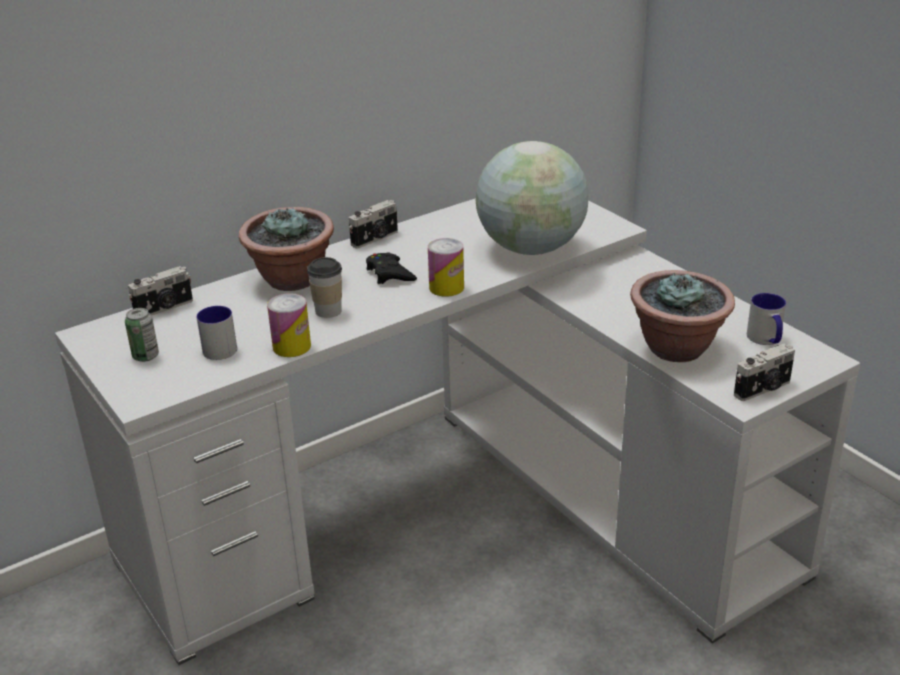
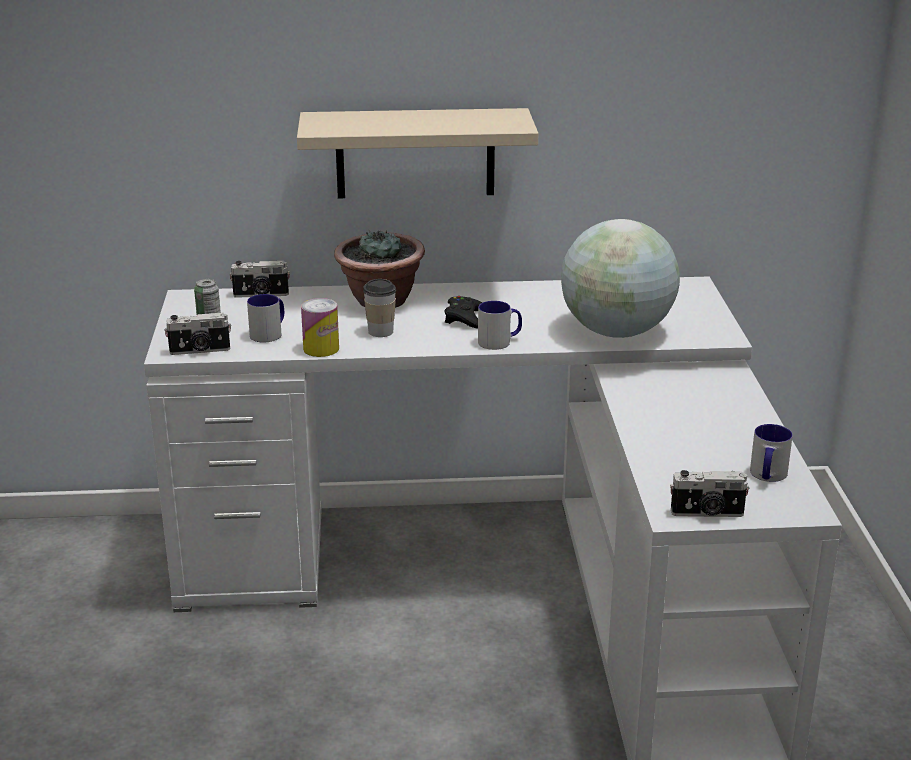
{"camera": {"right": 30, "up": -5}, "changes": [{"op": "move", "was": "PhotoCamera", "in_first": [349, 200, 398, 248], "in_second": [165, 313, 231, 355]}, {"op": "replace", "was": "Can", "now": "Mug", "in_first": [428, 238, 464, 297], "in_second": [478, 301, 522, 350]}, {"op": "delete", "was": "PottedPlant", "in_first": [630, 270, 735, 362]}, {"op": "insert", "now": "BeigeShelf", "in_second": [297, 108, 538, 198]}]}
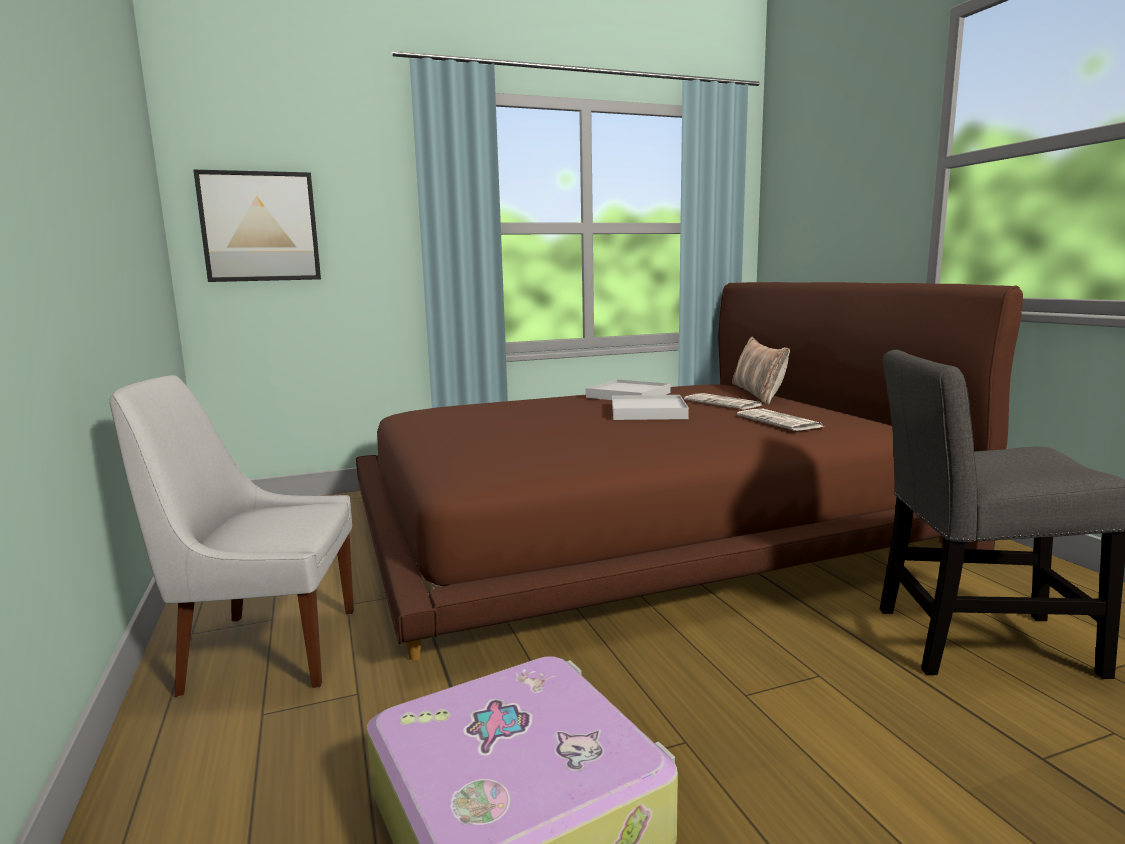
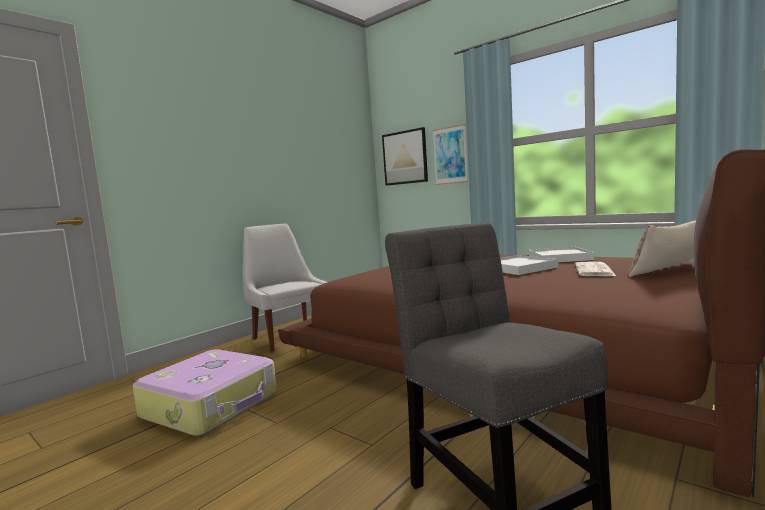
{"camera": {"right": 60, "up": -5}, "changes": [{"op": "delete", "was": "Newspaper", "in_first": [737, 409, 825, 431]}, {"op": "insert", "now": "Picture", "in_second": [433, 124, 468, 185]}]}
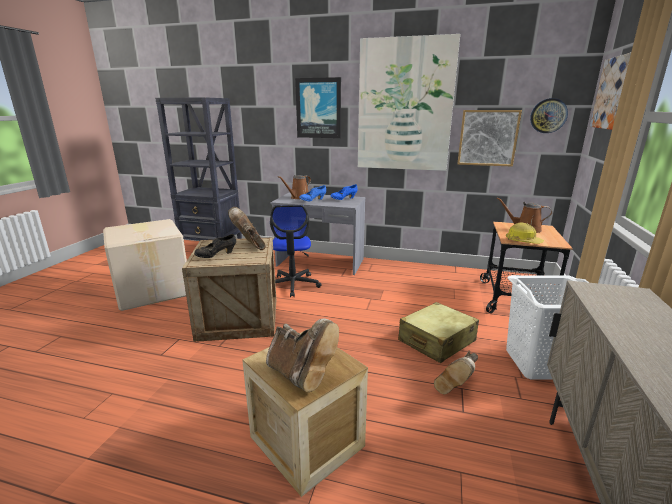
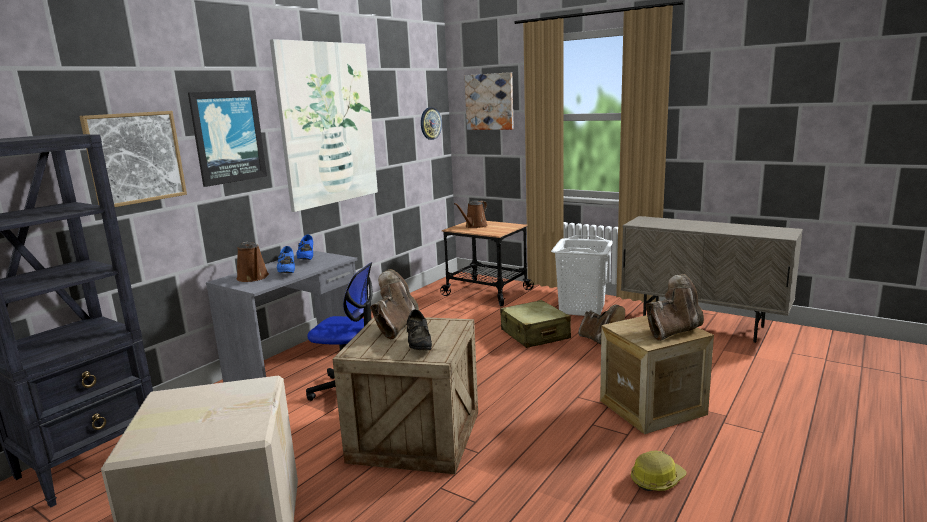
{"camera": {"right": -70, "up": -5}, "changes": [{"op": "rotate", "was": "BrownBoot", "in_first": [228, 207, 266, 250], "in_second": [370, 269, 419, 339], "clockwise": 120}, {"op": "move", "was": "Picture", "in_first": [457, 110, 522, 167], "in_second": [79, 111, 187, 207]}, {"op": "move", "was": "HardHat", "in_first": [506, 222, 544, 244], "in_second": [631, 451, 686, 491]}]}
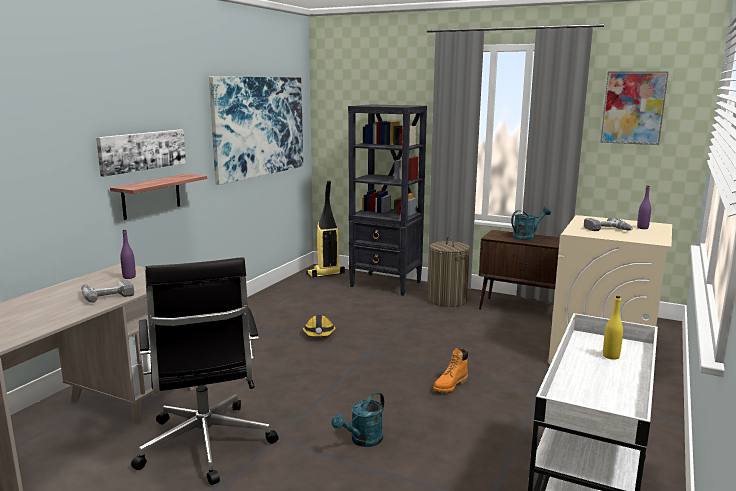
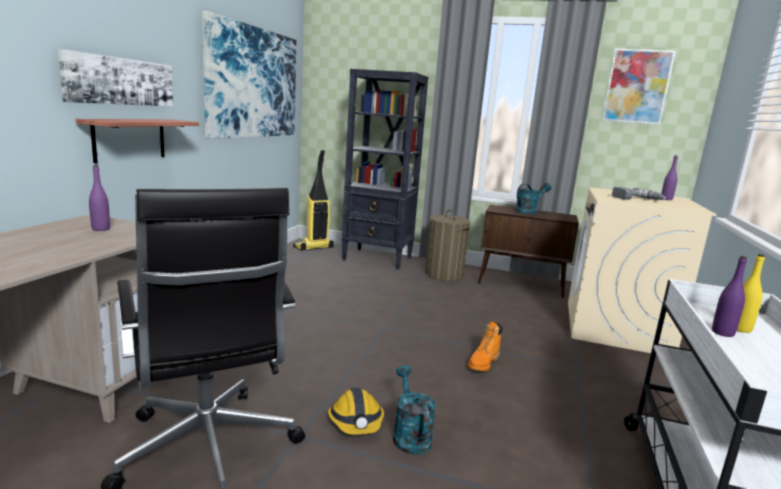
{"camera": {"right": -10, "up": 0}, "changes": [{"op": "delete", "was": "PowerDrill", "in_first": [81, 280, 134, 303]}, {"op": "move", "was": "HardHat", "in_first": [303, 315, 335, 336], "in_second": [328, 388, 384, 435]}, {"op": "rotate", "was": "TurquoiseWateringCan", "in_first": [332, 392, 384, 447], "in_second": [393, 365, 436, 455], "clockwise": 135}, {"op": "insert", "now": "PurpleBottle", "in_second": [712, 256, 747, 337]}]}
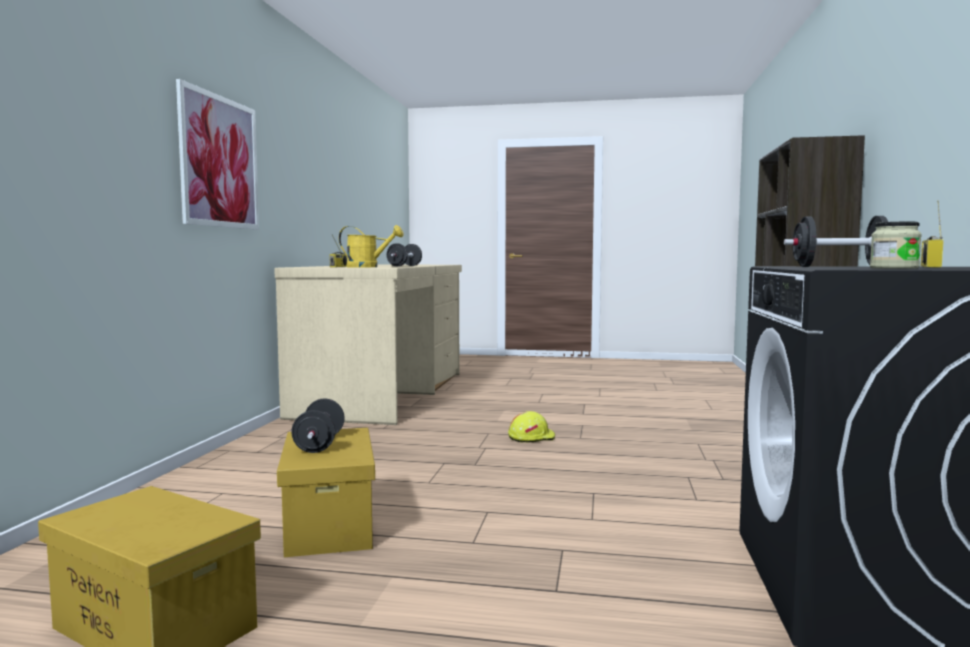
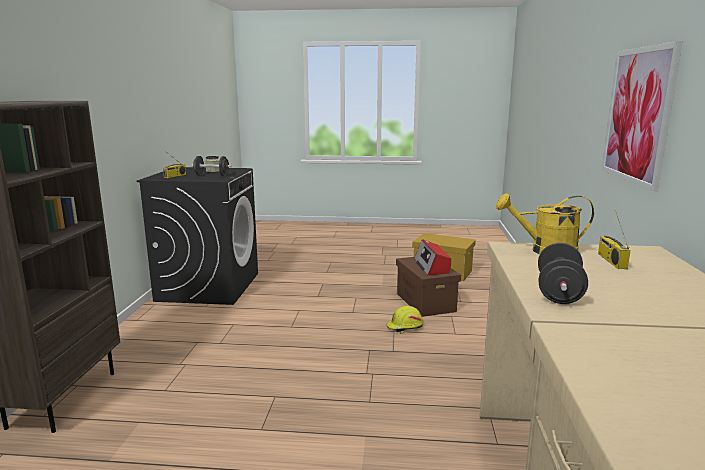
{"camera": {"right": 175, "up": 10}, "changes": [{"op": "recolor", "was": "YellowStorageBox", "now": "BrownStorageBox", "in_first": [277, 428, 375, 557], "in_second": [396, 257, 461, 317]}, {"op": "replace", "was": "BlackDumbbell", "now": "Radio", "in_first": [291, 398, 345, 453], "in_second": [414, 239, 451, 275]}, {"op": "move", "was": "YellowHardHat", "in_first": [508, 411, 555, 443], "in_second": [386, 306, 423, 334]}]}
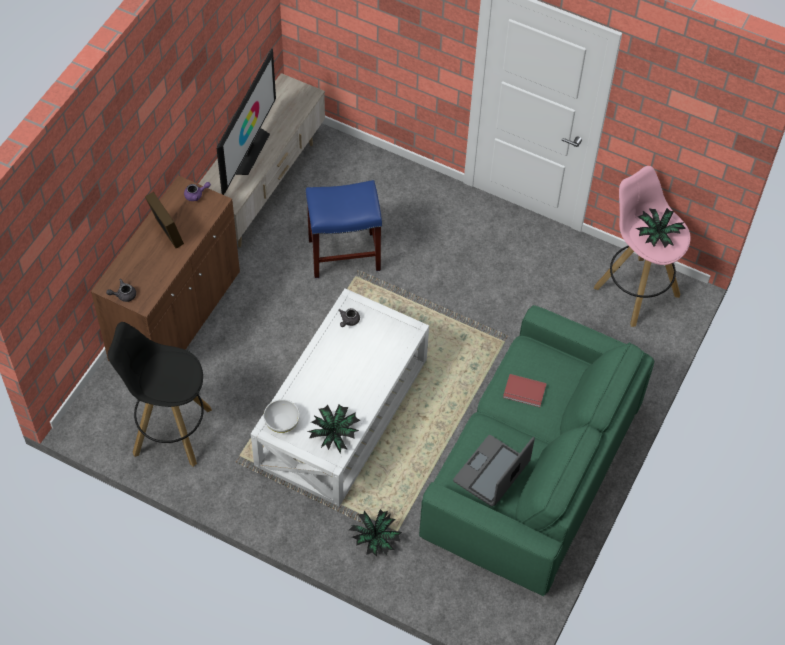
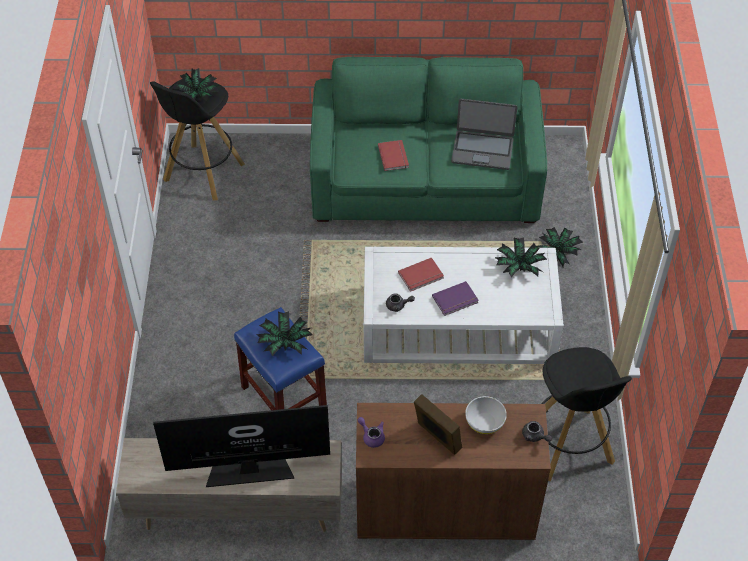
{"camera": {"right": -115, "up": -5}, "changes": [{"op": "rotate", "was": "PictureFrame", "in_first": [145, 192, 184, 249], "in_second": [414, 395, 462, 455], "clockwise": 105}, {"op": "move", "was": "WhiteBowl", "in_first": [264, 399, 300, 433], "in_second": [465, 396, 507, 434]}, {"op": "recolor", "was": "PinkStool", "now": "BlackStool", "in_first": [594, 166, 690, 327], "in_second": [150, 78, 245, 201]}, {"op": "insert", "now": "PottedPlant", "in_second": [256, 311, 313, 356]}, {"op": "insert", "now": "RedBook", "in_second": [398, 257, 444, 292]}, {"op": "insert", "now": "PurpleBook", "in_second": [432, 281, 479, 316]}]}
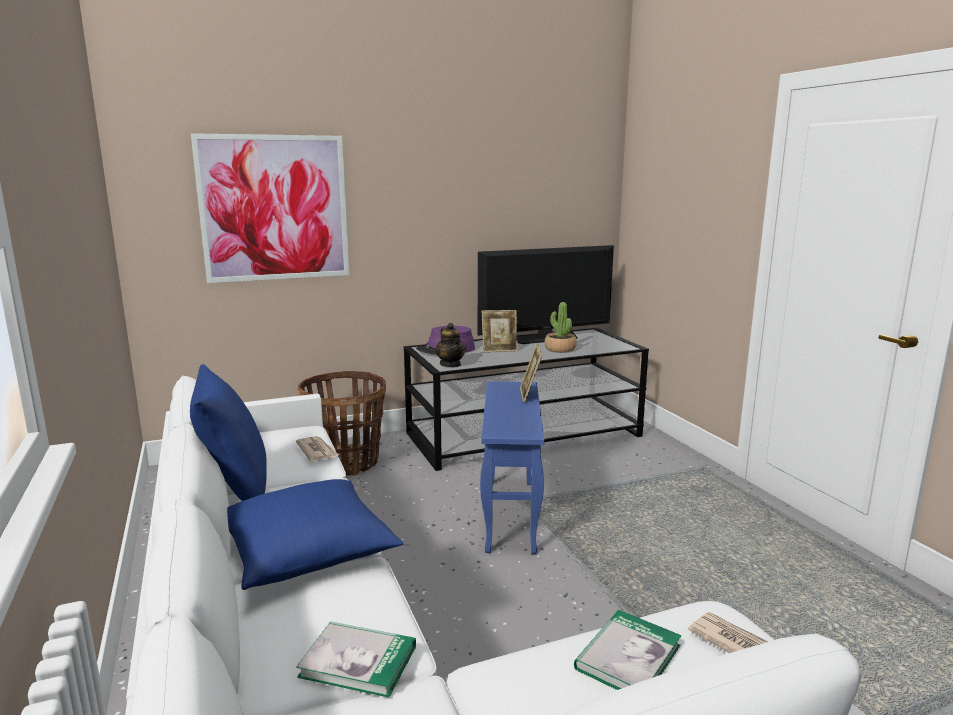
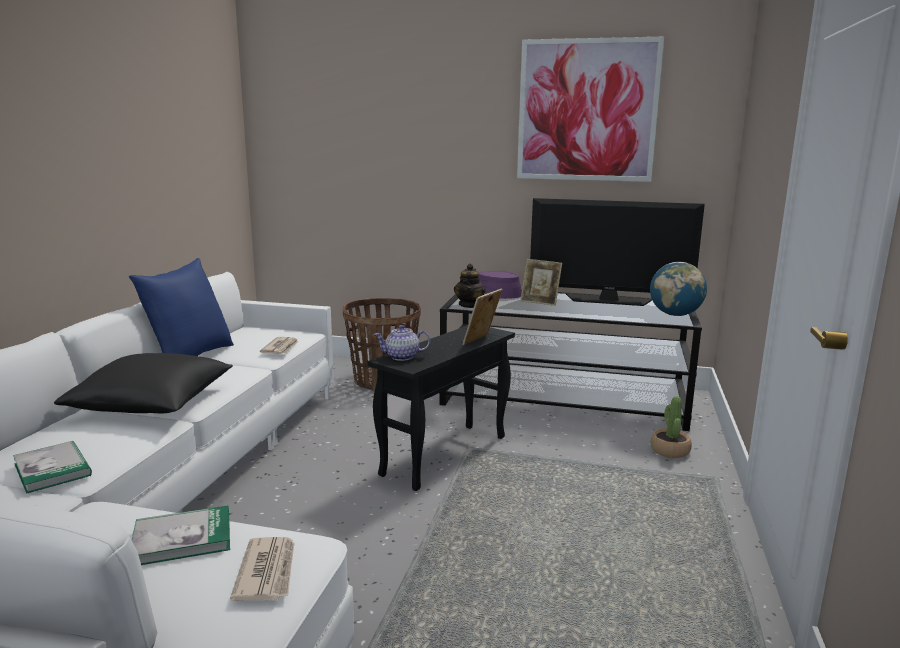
{"camera": {"right": 35, "up": 0}, "changes": [{"op": "move", "was": "Picture", "in_first": [191, 133, 349, 283], "in_second": [517, 37, 664, 182]}, {"op": "recolor", "was": "BluePillow", "now": "BlackPillow", "in_first": [227, 479, 404, 590], "in_second": [54, 353, 233, 413]}, {"op": "recolor", "was": "BlueSideTable", "now": "BlackSideTable", "in_first": [480, 381, 544, 554], "in_second": [367, 325, 515, 491]}, {"op": "move", "was": "PottedPlant", "in_first": [544, 302, 577, 352], "in_second": [650, 396, 692, 458]}, {"op": "insert", "now": "Teapot", "in_second": [374, 325, 430, 361]}, {"op": "insert", "now": "Globe", "in_second": [650, 262, 707, 316]}]}
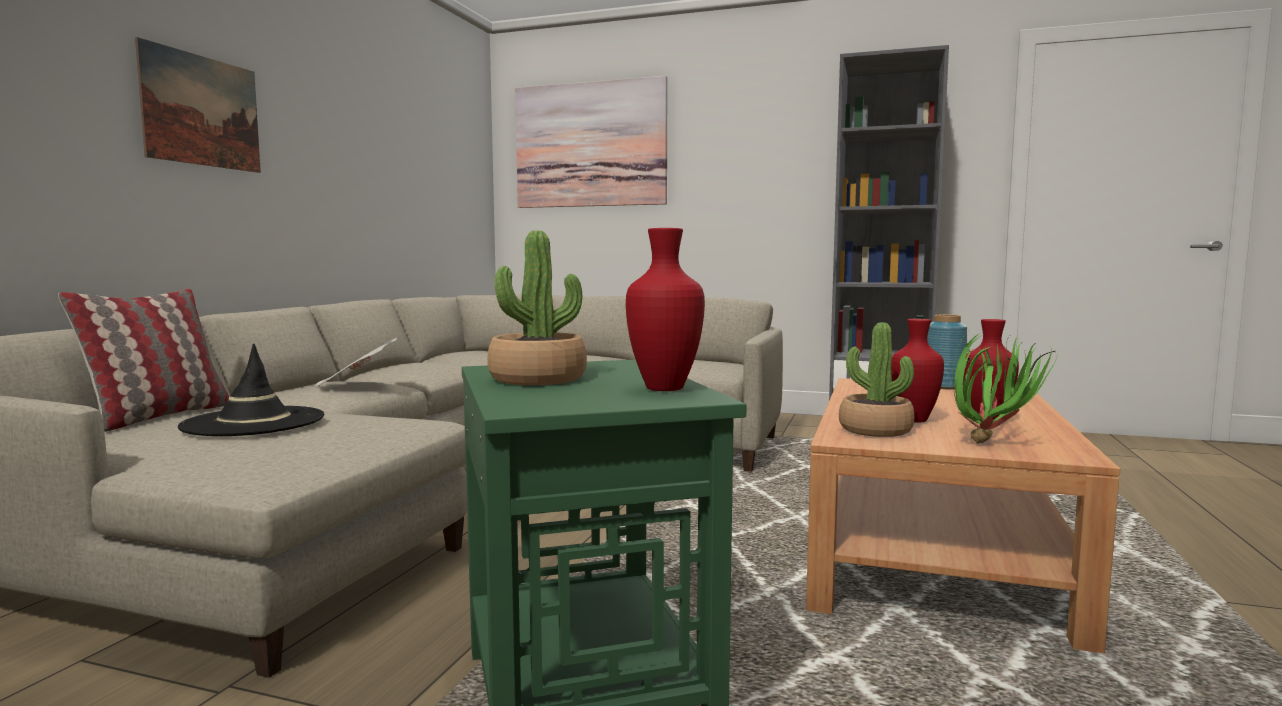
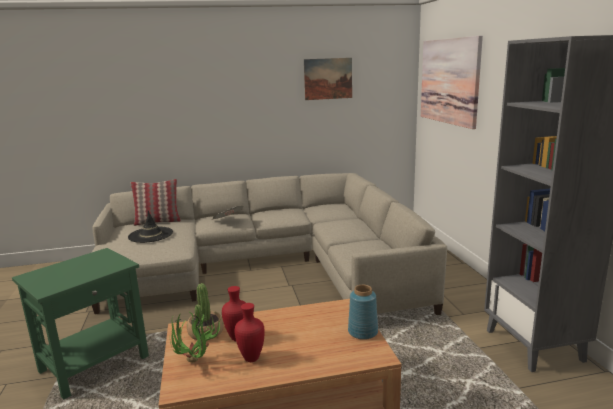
{"camera": {"right": 60, "up": 10}, "changes": [{"op": "move", "was": "Picture", "in_first": [135, 37, 261, 173], "in_second": [304, 58, 352, 100]}, {"op": "delete", "was": "PottedPlant", "in_first": [487, 231, 587, 385]}, {"op": "delete", "was": "RedVase", "in_first": [626, 228, 705, 391]}]}
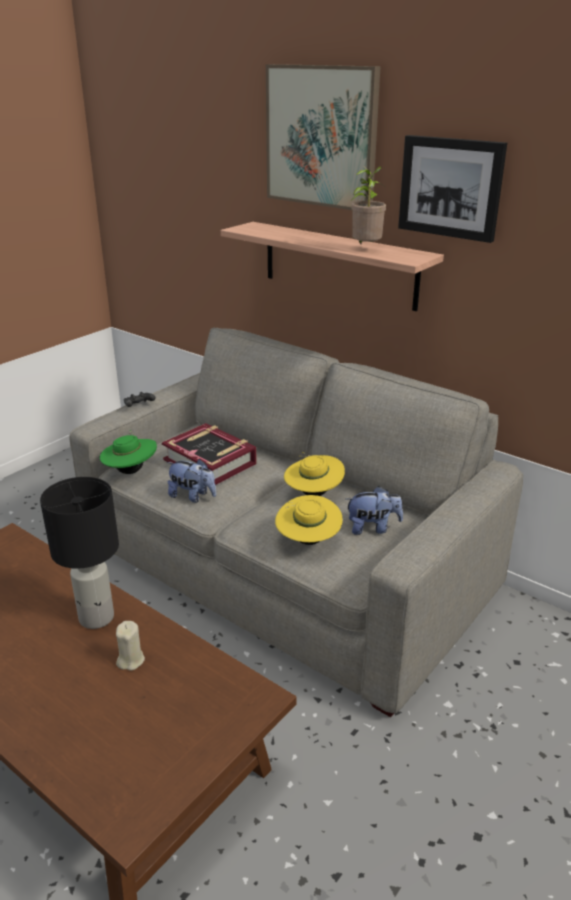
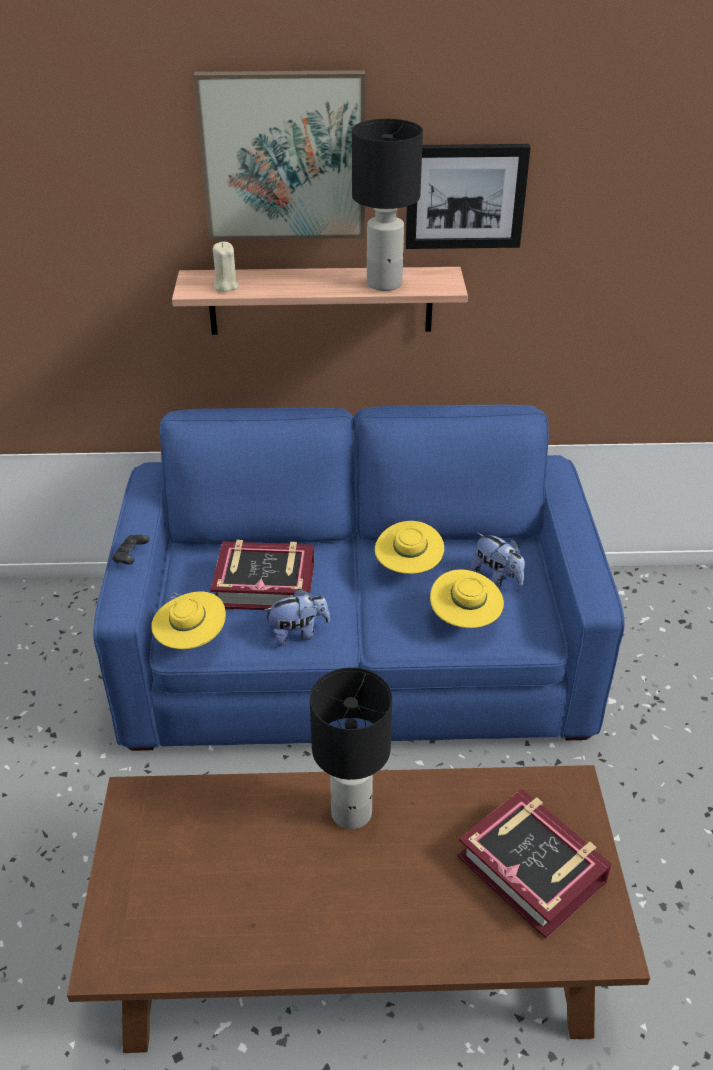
{"camera": {"right": -40, "up": 10}, "changes": [{"op": "recolor", "was": "GreySofa", "now": "BlueSofa", "in_first": [69, 328, 523, 717], "in_second": [93, 404, 625, 751]}, {"op": "recolor", "was": "GreenHat", "now": "YellowHat", "in_first": [99, 430, 157, 474], "in_second": [151, 591, 226, 649]}, {"op": "move", "was": "BeigeCandle", "in_first": [116, 621, 145, 671], "in_second": [213, 242, 239, 292]}, {"op": "rotate", "was": "PlushToy", "in_first": [346, 486, 403, 535], "in_second": [471, 533, 525, 587], "clockwise": 90}, {"op": "replace", "was": "PottedPlant", "now": "BlackTableLamp", "in_first": [351, 166, 386, 244], "in_second": [352, 119, 423, 291]}, {"op": "insert", "now": "Book", "in_second": [457, 789, 612, 939]}]}
